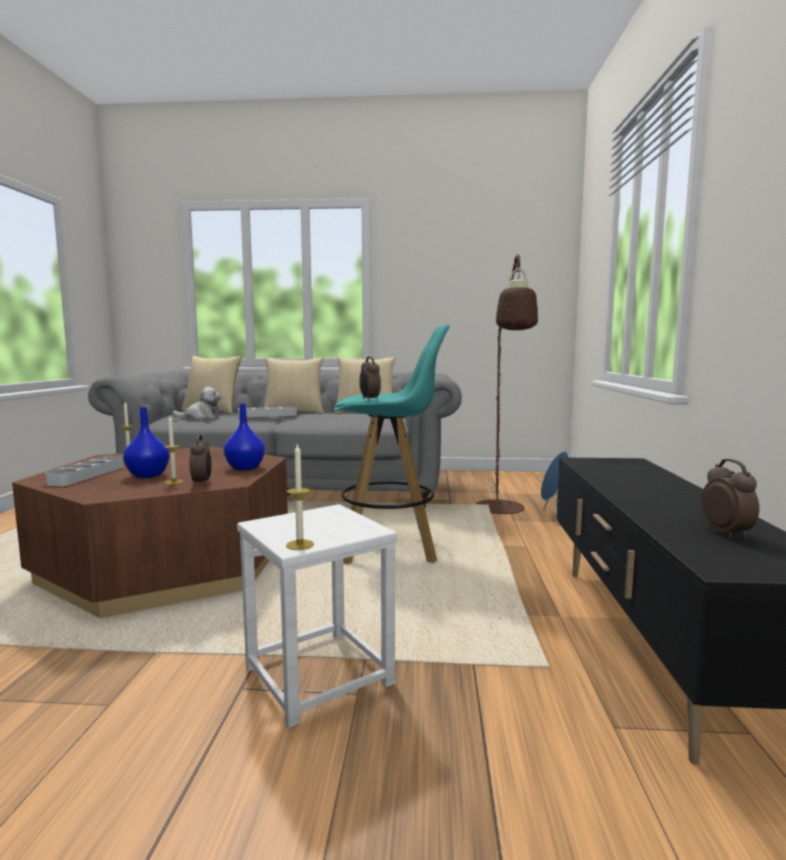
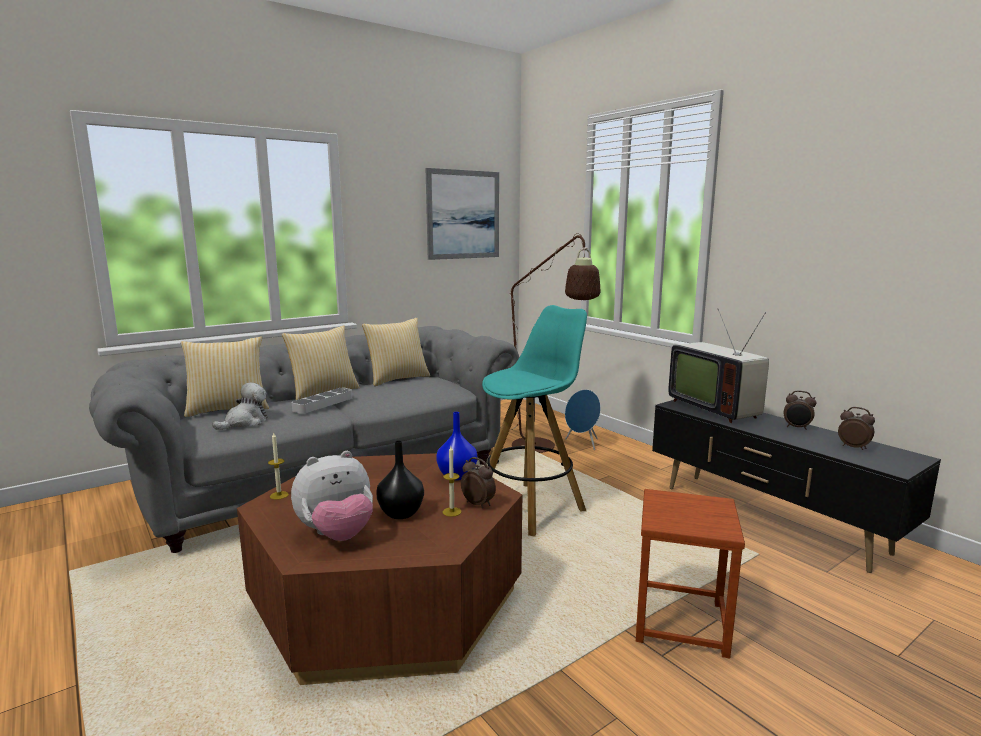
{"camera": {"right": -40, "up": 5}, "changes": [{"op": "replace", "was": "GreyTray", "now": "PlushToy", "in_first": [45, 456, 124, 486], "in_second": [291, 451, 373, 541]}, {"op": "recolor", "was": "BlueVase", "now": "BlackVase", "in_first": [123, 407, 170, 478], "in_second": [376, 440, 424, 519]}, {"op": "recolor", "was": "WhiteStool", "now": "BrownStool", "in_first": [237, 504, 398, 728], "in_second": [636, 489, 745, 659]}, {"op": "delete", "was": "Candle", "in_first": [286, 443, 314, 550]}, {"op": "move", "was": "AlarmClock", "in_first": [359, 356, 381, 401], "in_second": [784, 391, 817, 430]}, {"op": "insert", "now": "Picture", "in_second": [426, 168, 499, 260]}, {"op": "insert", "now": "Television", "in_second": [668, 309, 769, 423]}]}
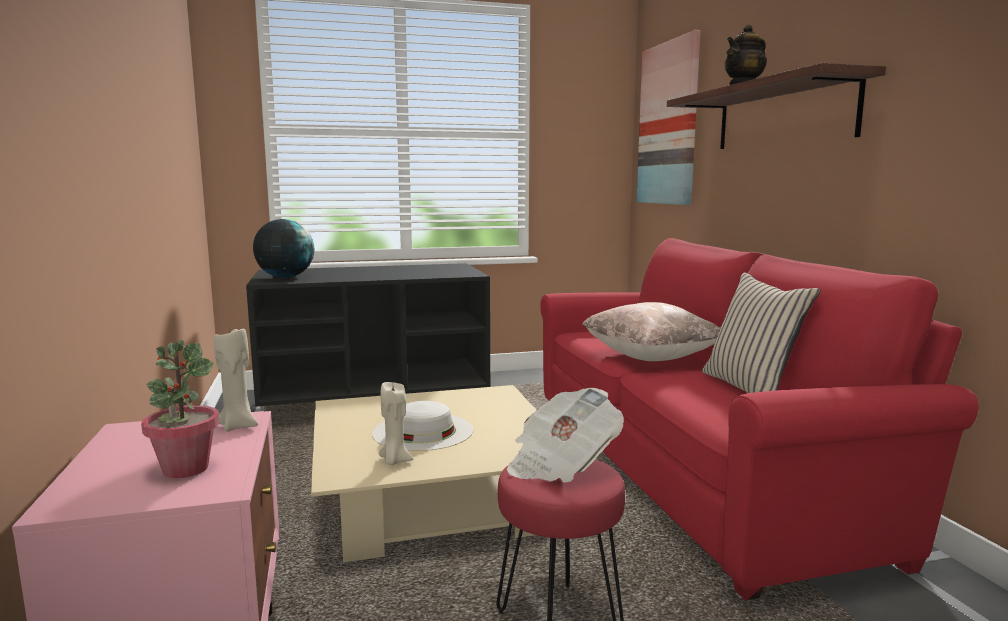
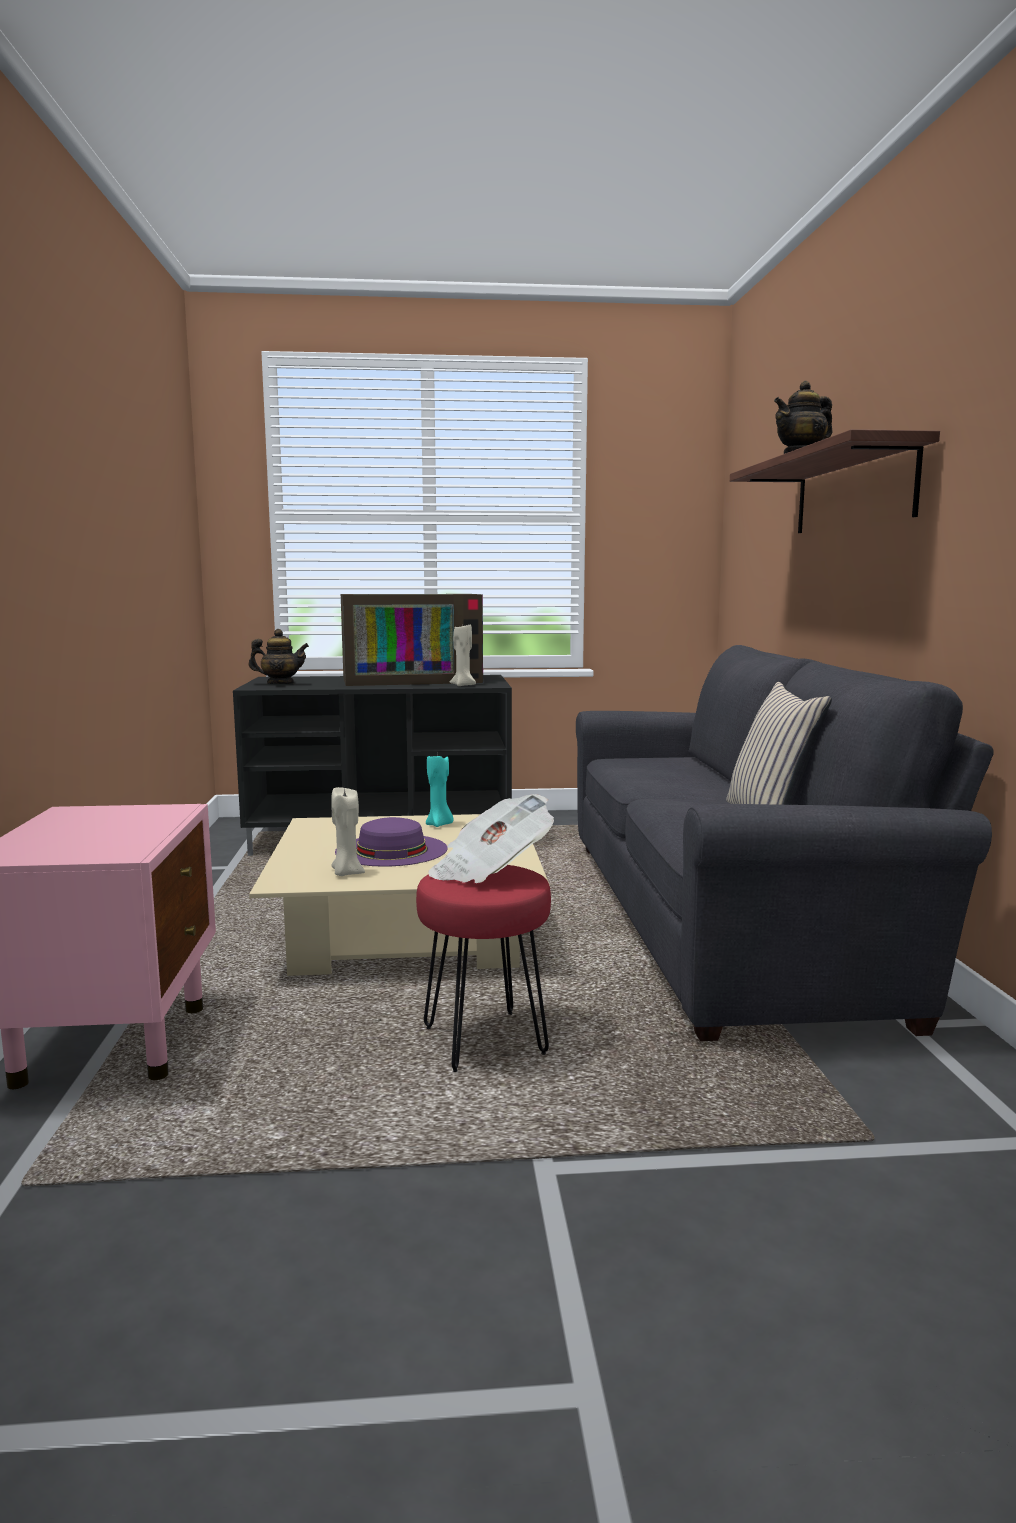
{"camera": {"right": 10, "up": 0}, "changes": [{"op": "delete", "was": "PottedPlant", "in_first": [141, 340, 219, 478]}, {"op": "move", "was": "BeigeCandle", "in_first": [214, 327, 258, 432], "in_second": [450, 623, 476, 686]}, {"op": "replace", "was": "Globe", "now": "Teapot", "in_first": [253, 219, 314, 278], "in_second": [248, 629, 309, 684]}, {"op": "recolor", "was": "WhiteHat", "now": "PurpleHat", "in_first": [372, 401, 473, 451], "in_second": [335, 817, 447, 867]}, {"op": "recolor", "was": "RedSofa", "now": "GreySofa", "in_first": [540, 238, 979, 601], "in_second": [576, 645, 994, 1041]}, {"op": "delete", "was": "BeigePillow", "in_first": [582, 302, 720, 361]}, {"op": "delete", "was": "Picture", "in_first": [637, 30, 701, 205]}, {"op": "insert", "now": "Television", "in_second": [341, 594, 483, 686]}, {"op": "insert", "now": "TurquoiseCandle", "in_second": [426, 754, 453, 827]}]}
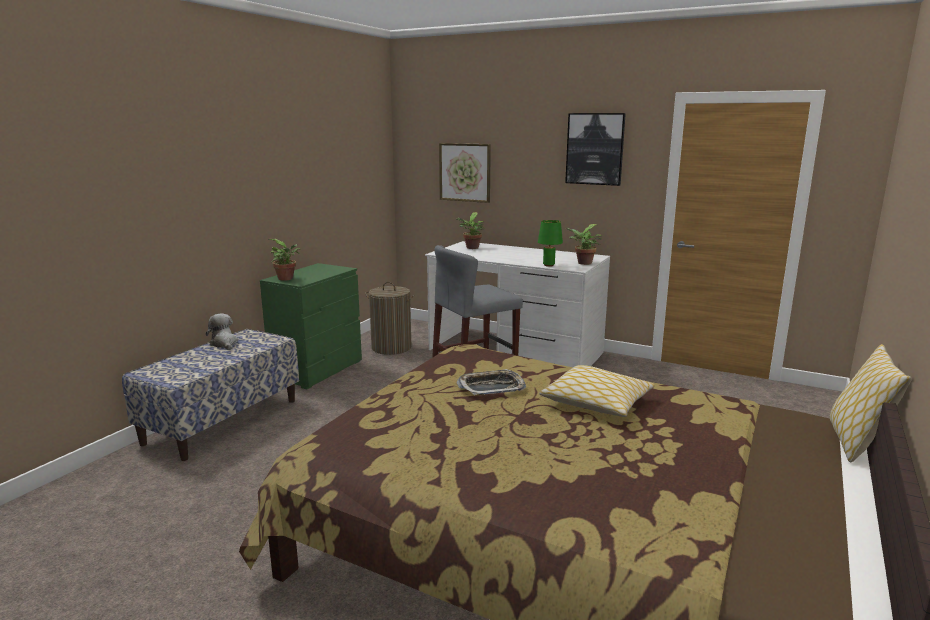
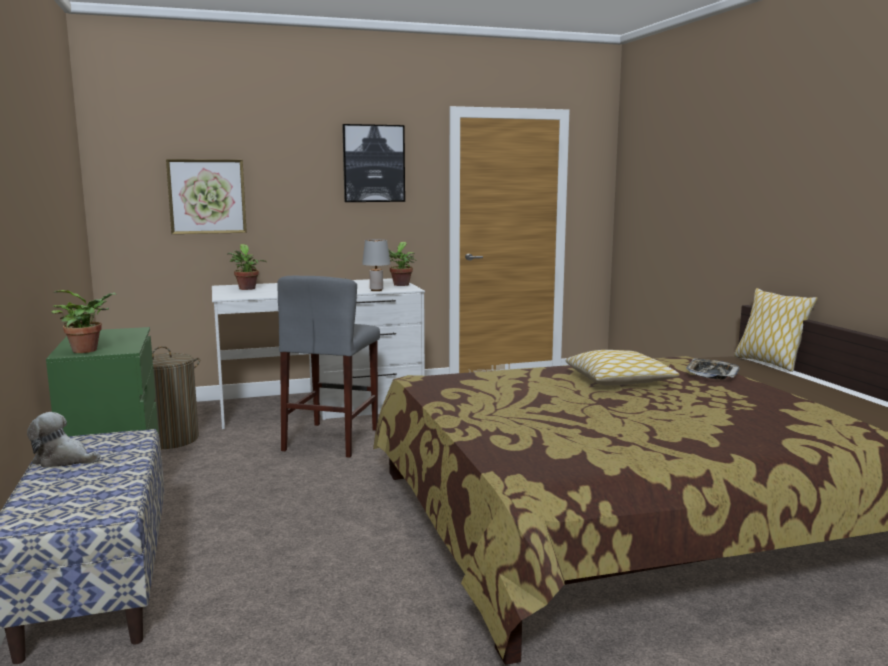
{"camera": {"right": -45, "up": -5}, "changes": [{"op": "move", "was": "Tray", "in_first": [457, 369, 526, 395], "in_second": [686, 359, 740, 380]}, {"op": "recolor", "was": "GreenTableLamp", "now": "GreyTableLamp", "in_first": [538, 220, 563, 267], "in_second": [362, 239, 391, 291]}]}
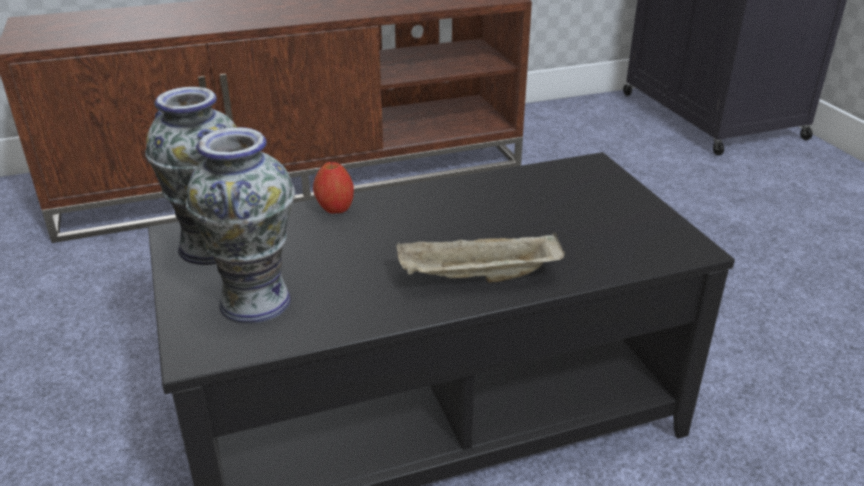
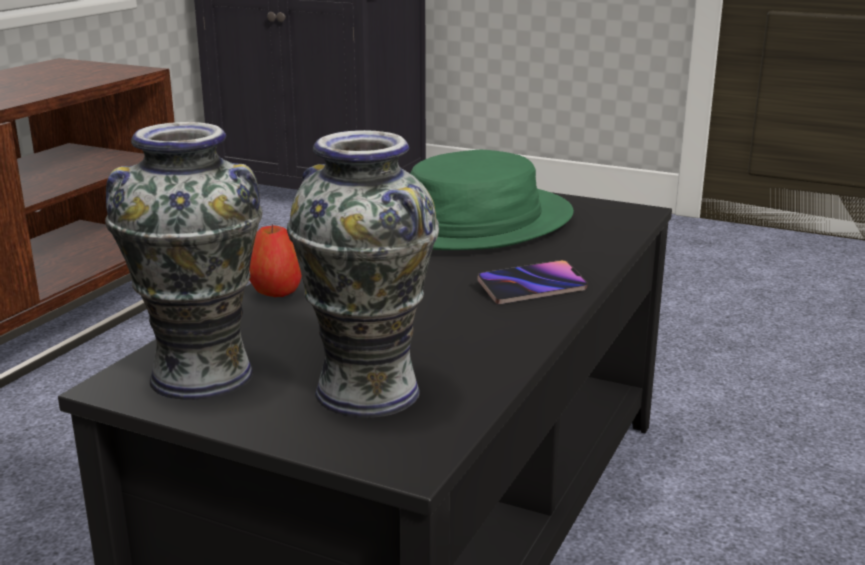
{"camera": {"right": -45, "up": -10}, "changes": [{"op": "replace", "was": "BeigeTray", "now": "Phone", "in_first": [396, 232, 565, 283], "in_second": [477, 260, 588, 304]}, {"op": "insert", "now": "GreenHat", "in_second": [410, 150, 574, 250]}]}
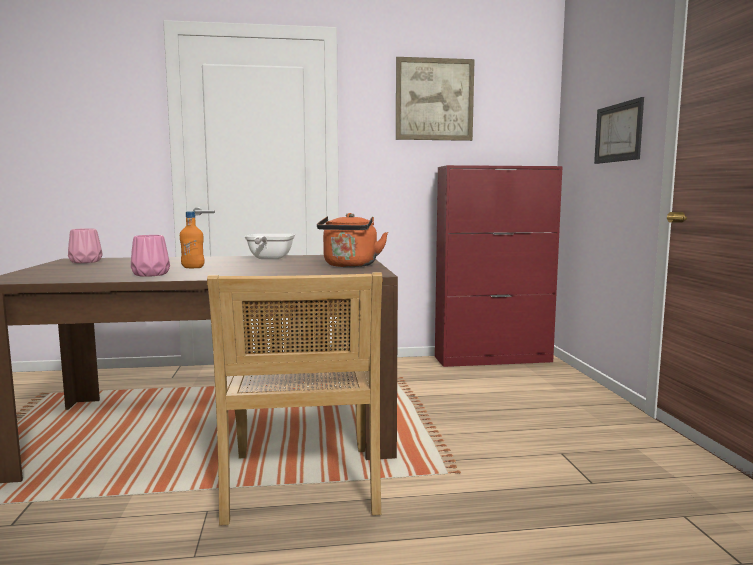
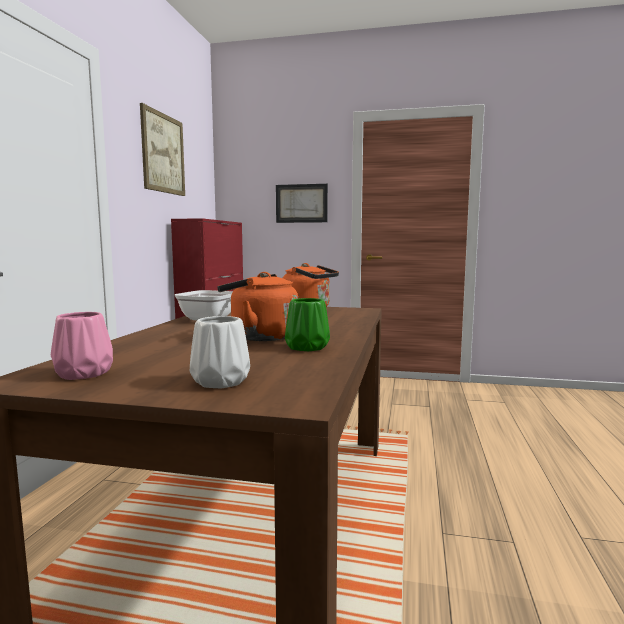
{"camera": {"right": -70, "up": 0}, "changes": [{"op": "recolor", "was": "PinkVase", "now": "GreenVase", "in_first": [131, 235, 170, 277], "in_second": [285, 298, 330, 351]}, {"op": "replace", "was": "OrangeBottle", "now": "OrangeKettle", "in_first": [180, 211, 204, 268], "in_second": [217, 272, 298, 341]}, {"op": "delete", "was": "BeigeChair", "in_first": [207, 272, 383, 525]}, {"op": "insert", "now": "WhiteVase", "in_second": [189, 316, 250, 388]}]}
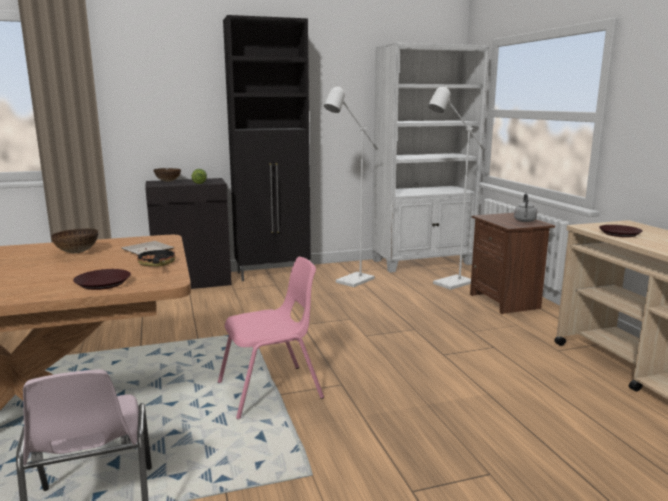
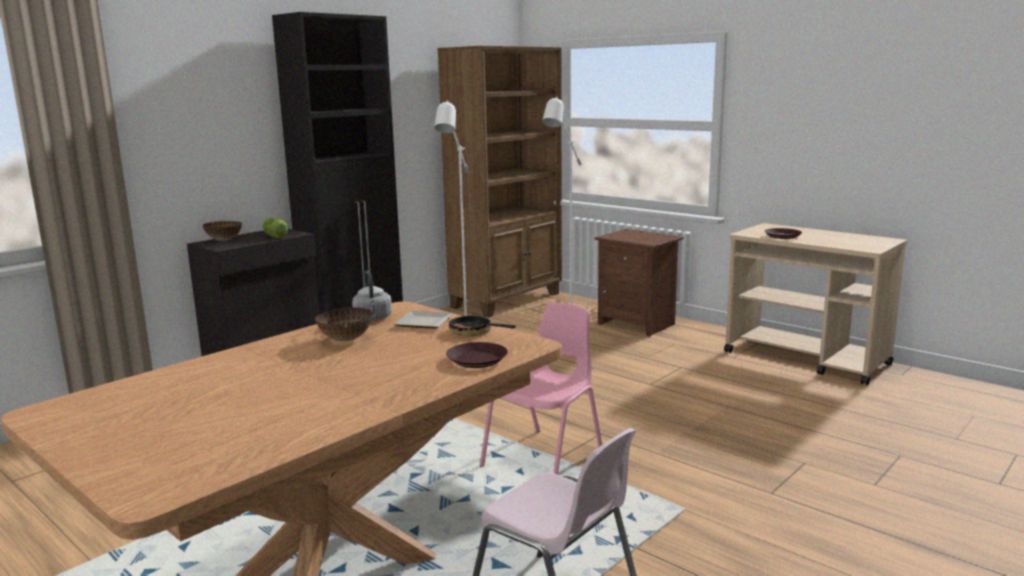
{"camera": {"right": -30, "up": 0}, "changes": [{"op": "recolor", "was": "WhiteBookcase", "now": "BrownBookcase", "in_first": [372, 42, 490, 273], "in_second": [437, 46, 562, 318]}, {"op": "move", "was": "GreyKettle", "in_first": [514, 193, 537, 222], "in_second": [352, 270, 392, 321]}]}
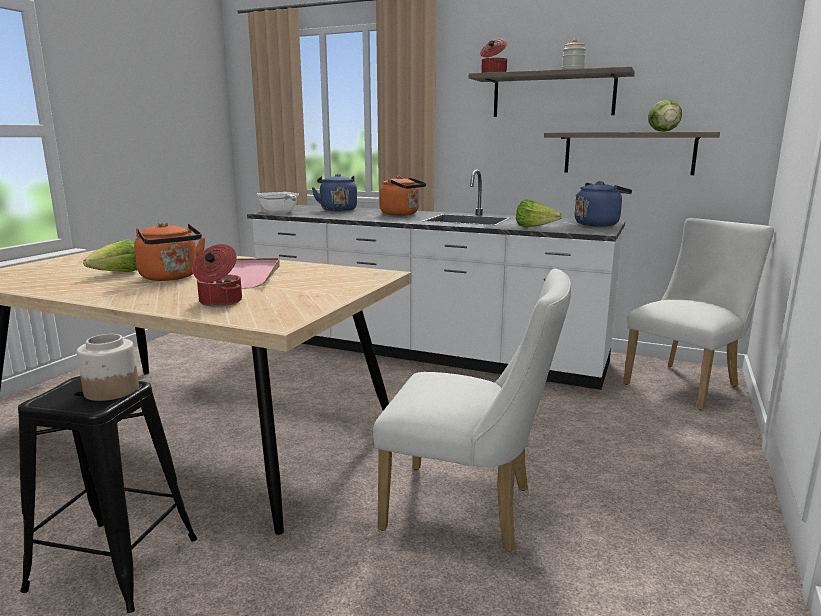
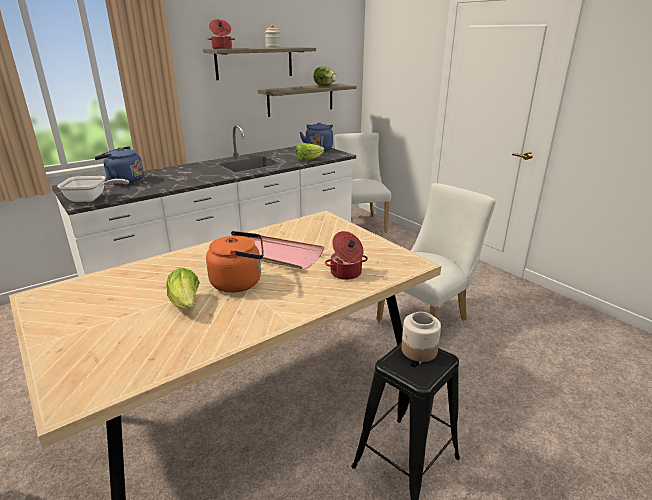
{"camera": {"right": -60, "up": 10}, "changes": [{"op": "delete", "was": "OrangeKettle", "in_first": [380, 176, 426, 216]}]}
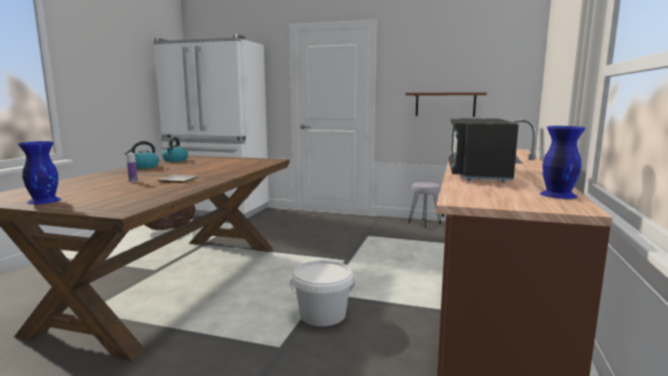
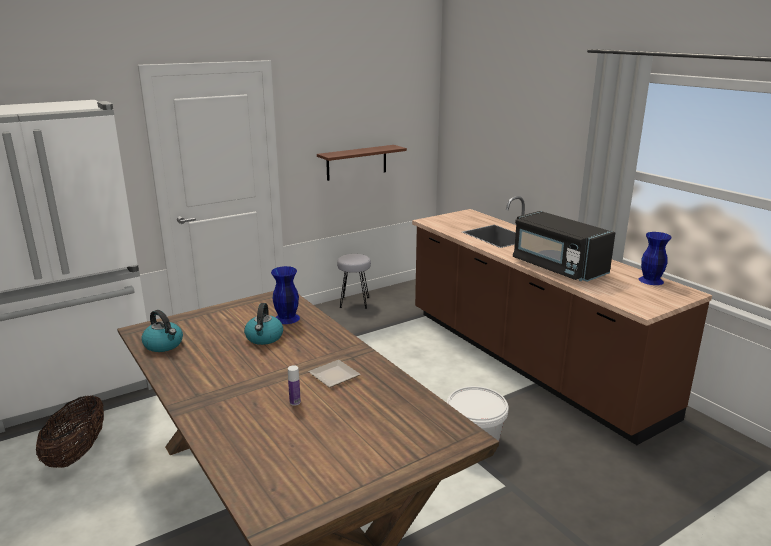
{"camera": {"right": -50, "up": 10}, "changes": [{"op": "move", "was": "BlueVase", "in_first": [18, 141, 61, 204], "in_second": [271, 266, 300, 324]}, {"op": "move", "was": "Kettle", "in_first": [124, 141, 159, 169], "in_second": [244, 303, 283, 345]}]}
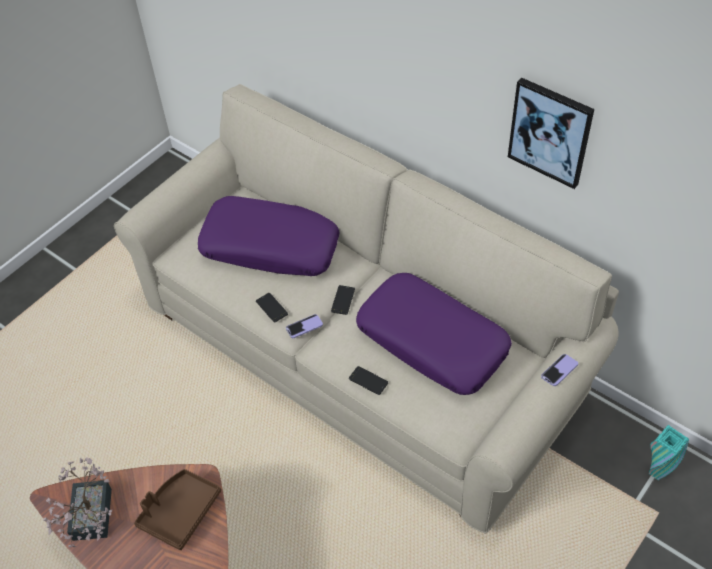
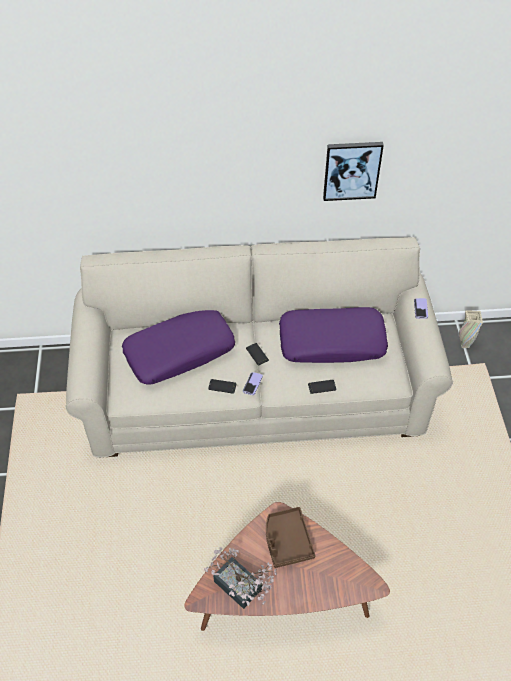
{"camera": {"right": -45, "up": 0}, "changes": [{"op": "recolor", "was": "TurquoiseVase", "now": "BeigeVase", "in_first": [648, 425, 689, 480], "in_second": [459, 311, 483, 348]}]}
